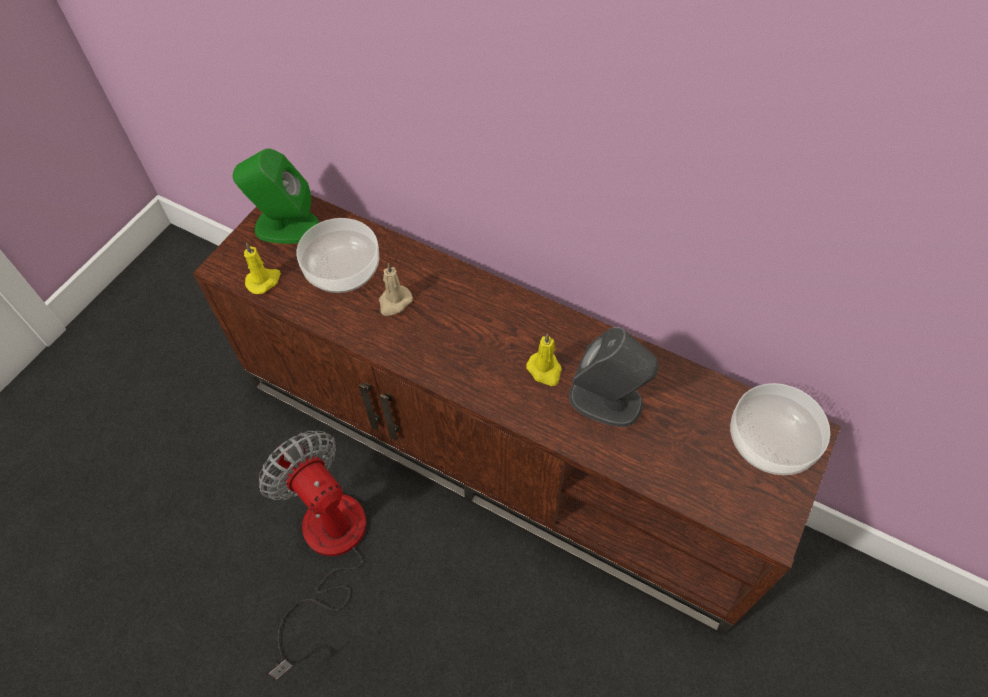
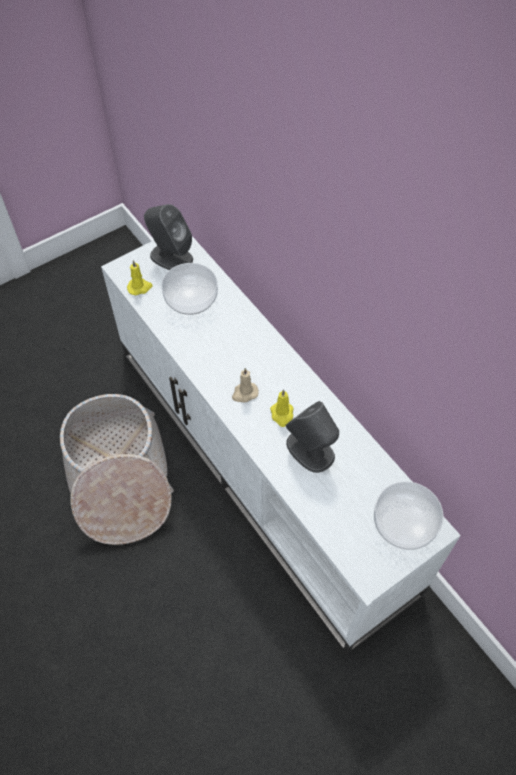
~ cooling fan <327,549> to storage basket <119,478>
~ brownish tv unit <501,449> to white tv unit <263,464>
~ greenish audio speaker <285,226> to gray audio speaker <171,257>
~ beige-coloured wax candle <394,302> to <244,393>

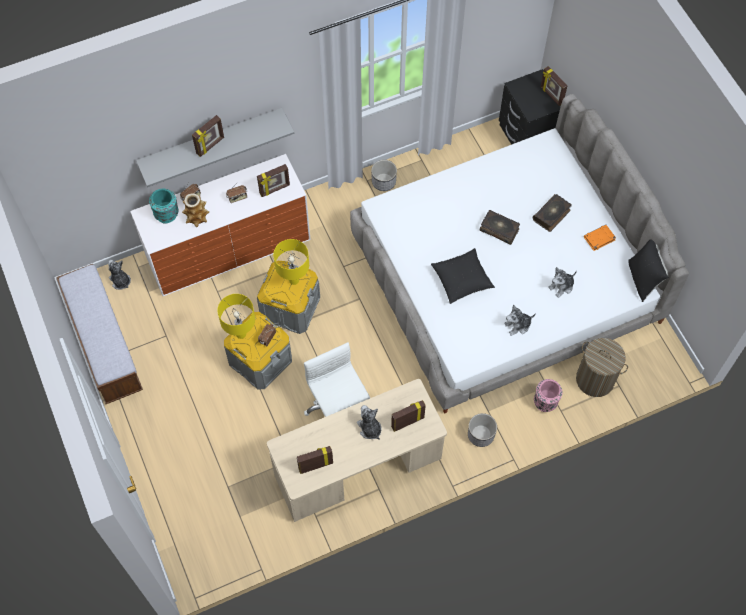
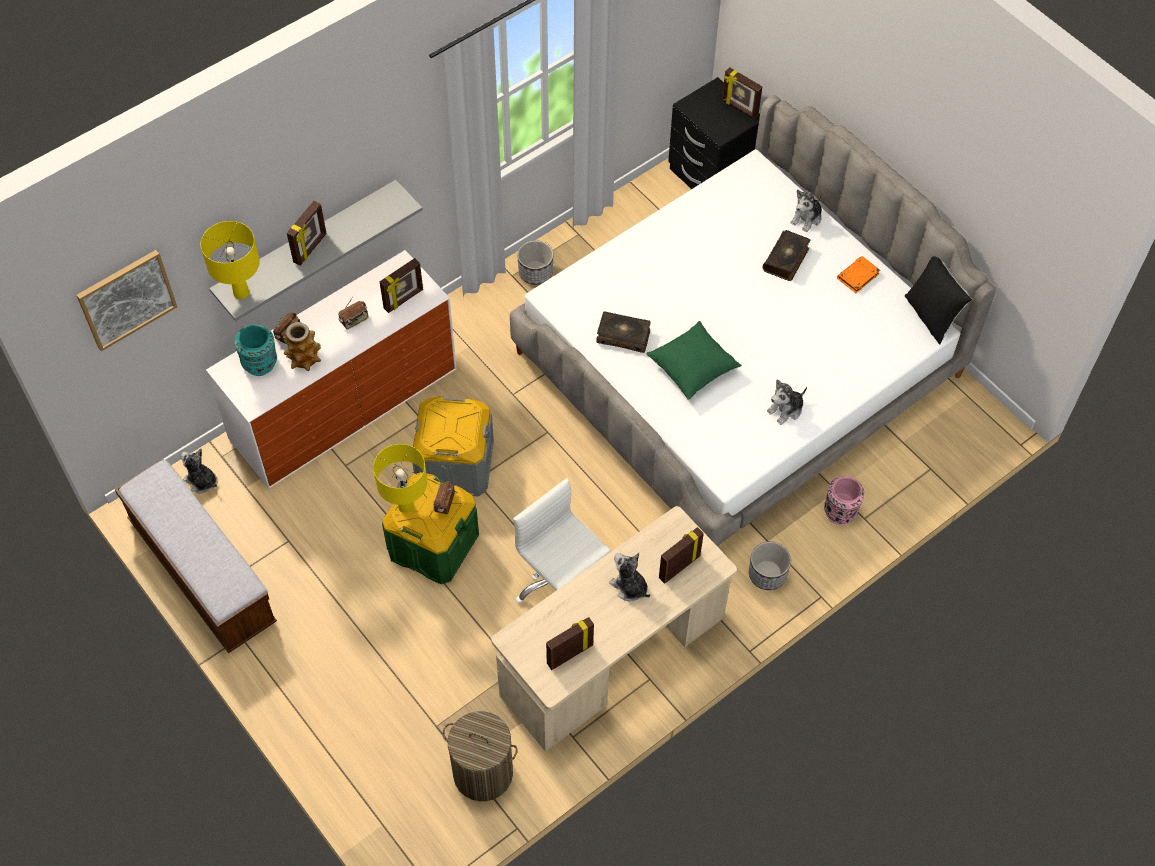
+ wall picture <126,299>
~ yellowish table lamp <293,280> to <241,293>
~ gray storage box <260,361> to greenish storage box <433,545>
~ laundry basket <595,379> to <483,773>
~ book <499,229> to <623,336>
~ black-coloured cushion <462,280> to greenish cushion <692,368>
~ plush toy <561,286> to <807,218>

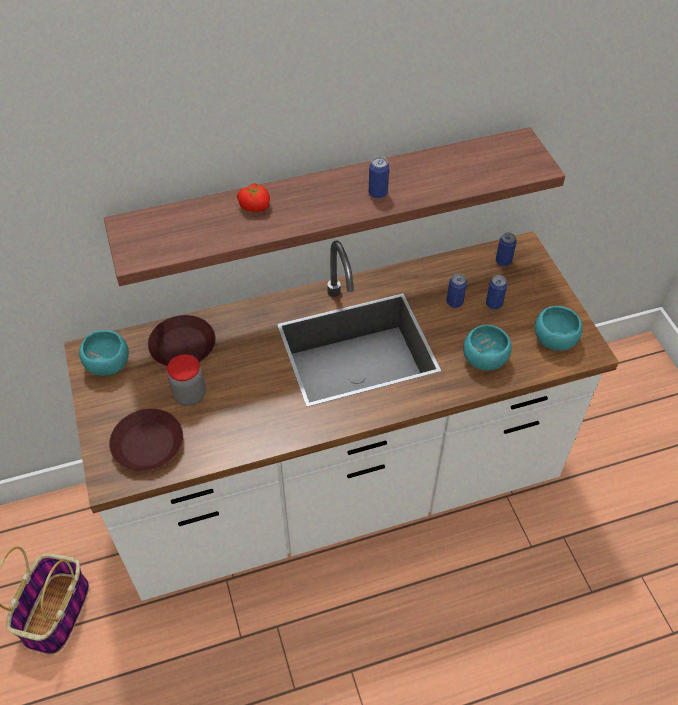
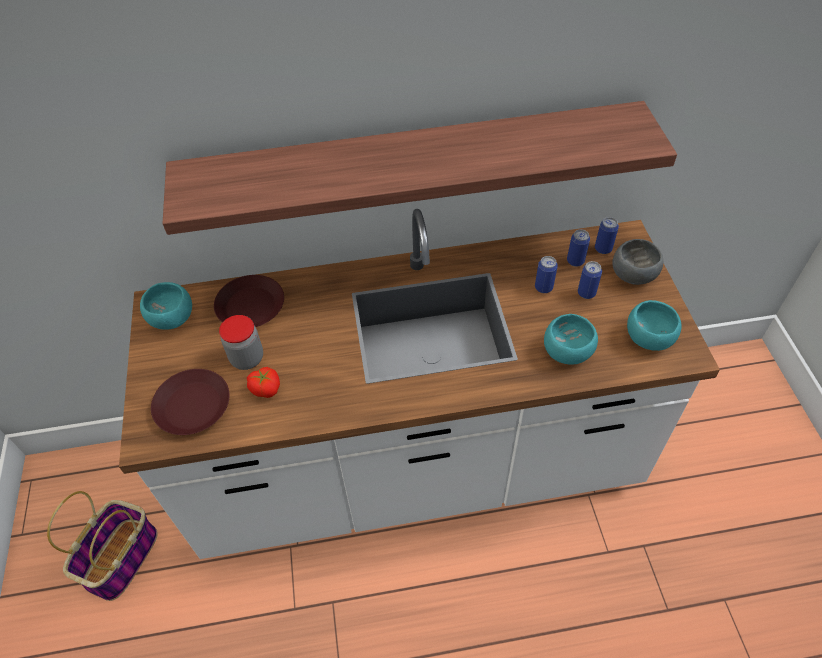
~ tomato <255,205> to <266,387>
~ sealed can <378,193> to <575,261>
+ gray bowl <634,275>

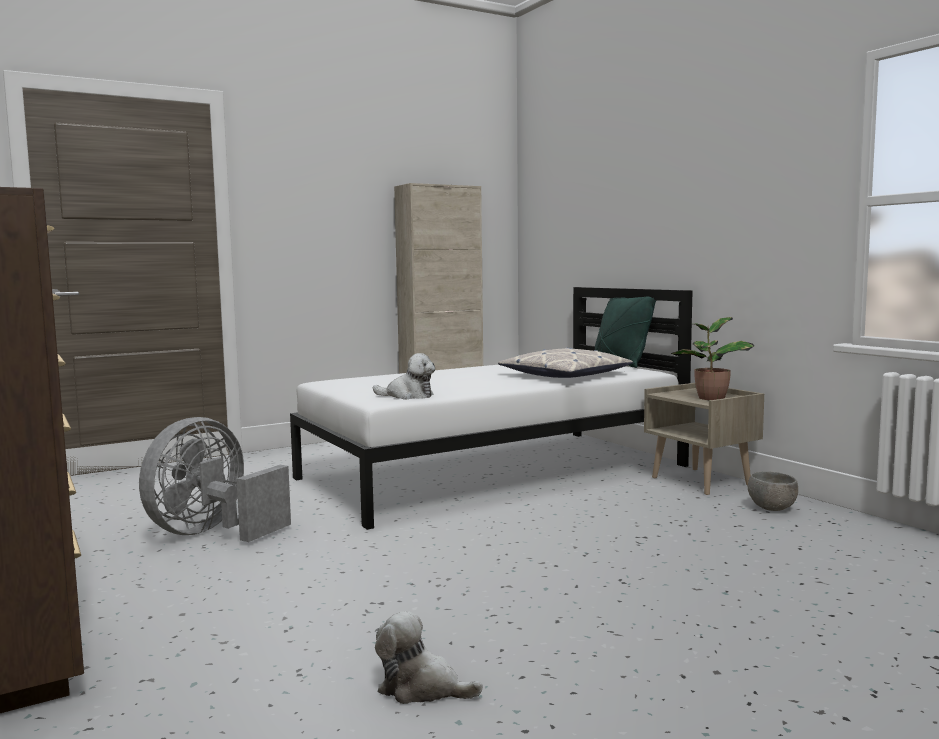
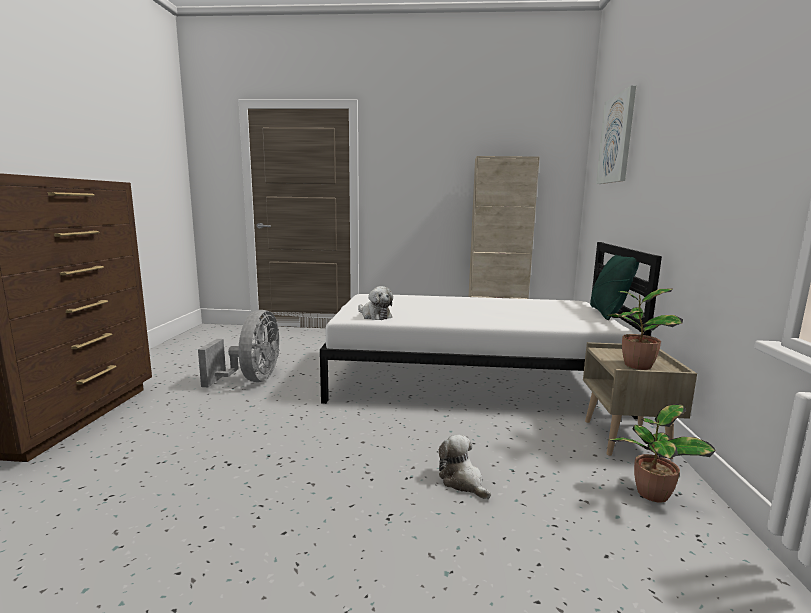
~ gray cooling fan <212,533> = <252,380> 120 degrees clockwise
~ plush toy <421,688> to <462,482>
+ wall picture <616,139>
~ gray bowl <771,509> to houseplant <651,494>
- cushion <565,375>

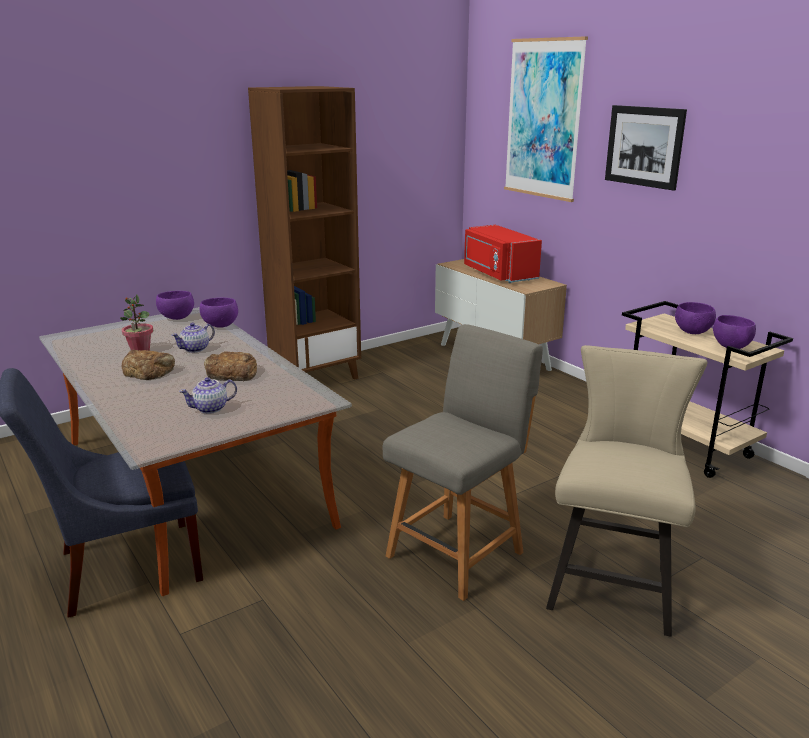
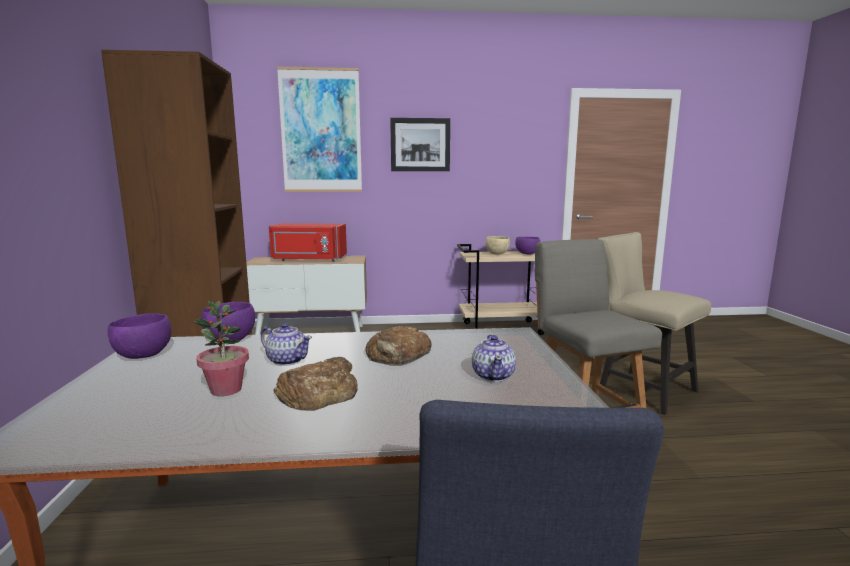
~ teapot <195,349> = <287,360> 45 degrees counterclockwise
~ purple-coloured bowl <692,332> to beige-coloured bowl <497,253>

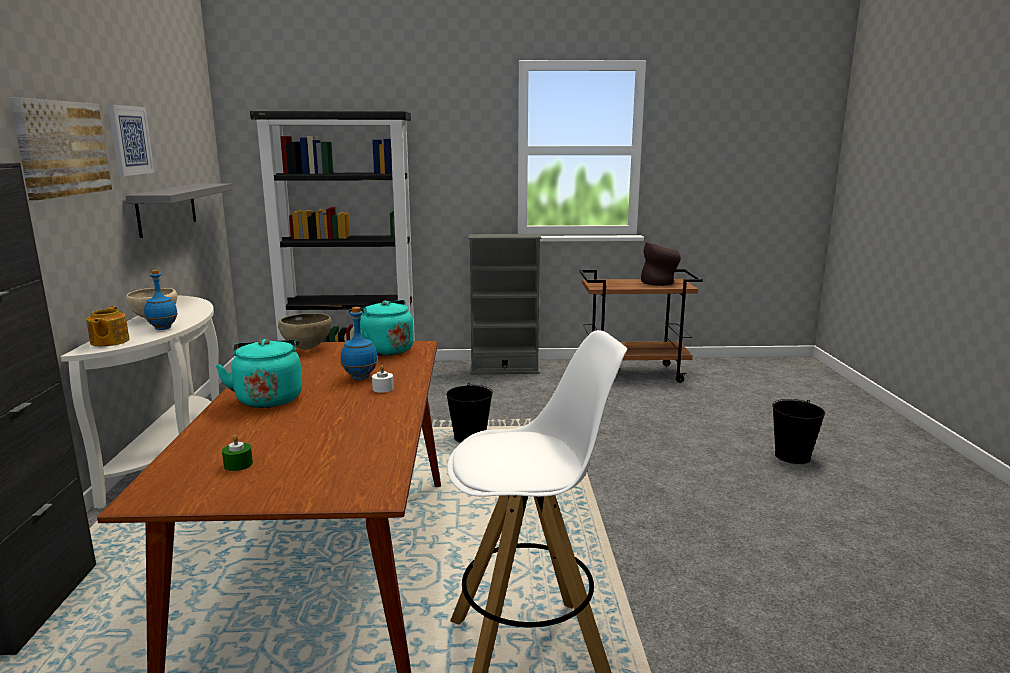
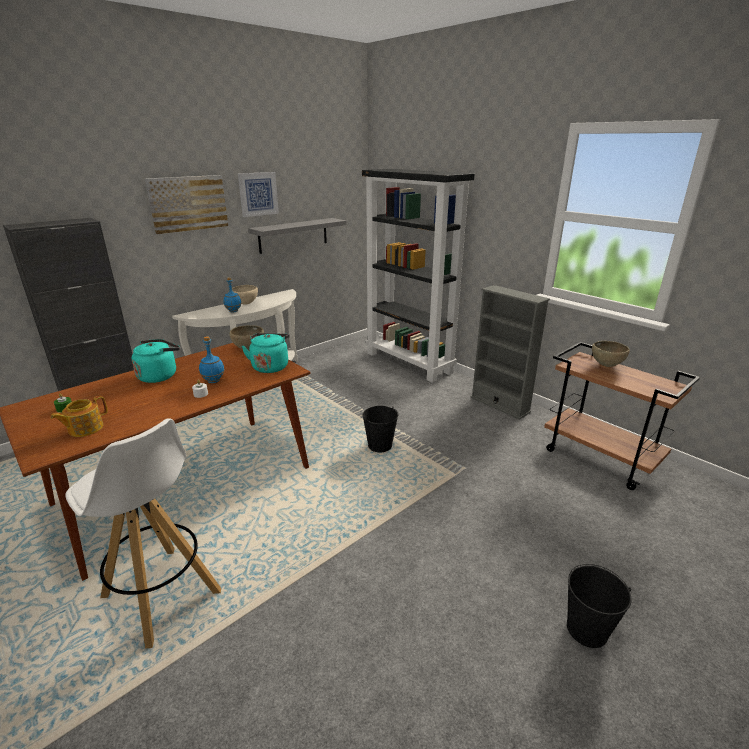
~ teapot <109,342> to <85,428>
+ brownish bowl <606,365>
- brownish vase <660,282>

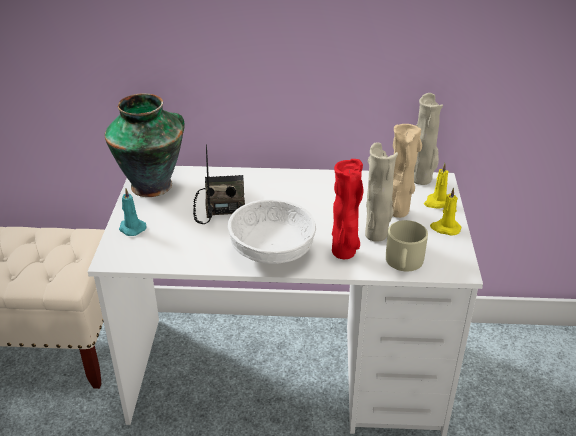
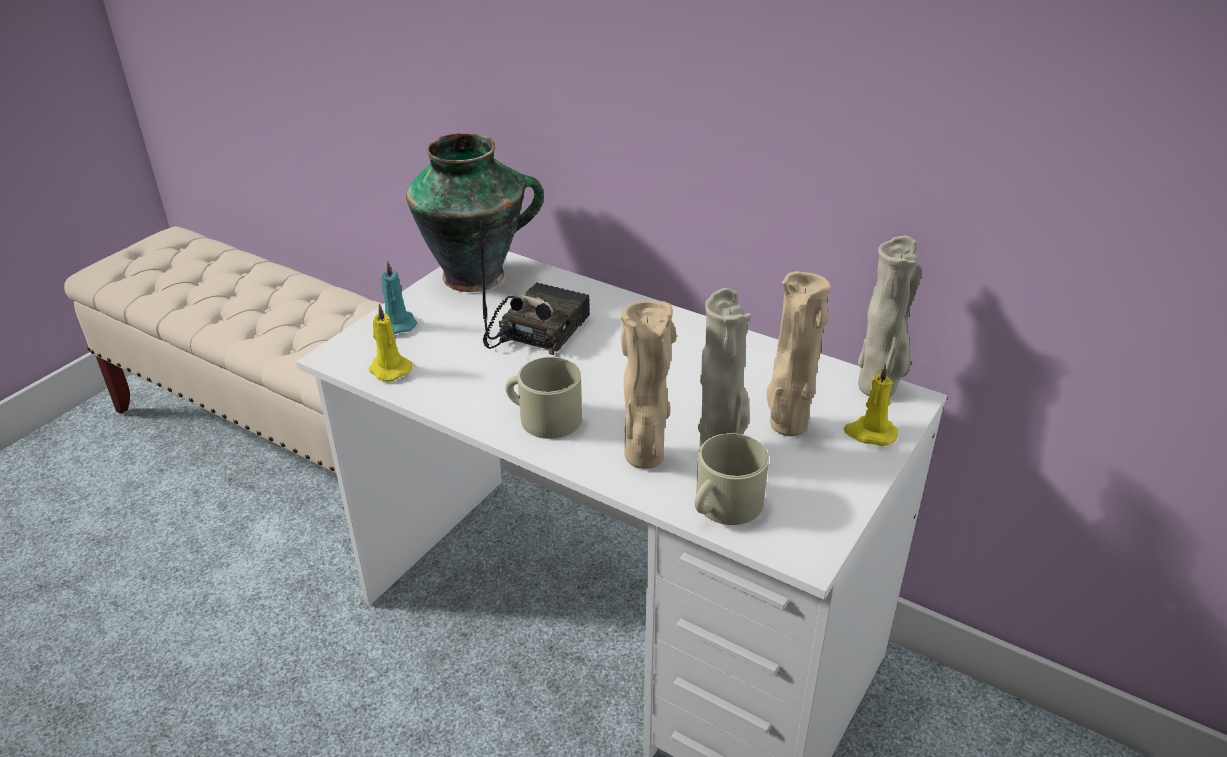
~ yellowish wax candle <445,228> to <389,369>
~ white bowl <271,251> to beige-coloured mug <543,417>
~ red vase <344,253> to beige-coloured vase <645,458>

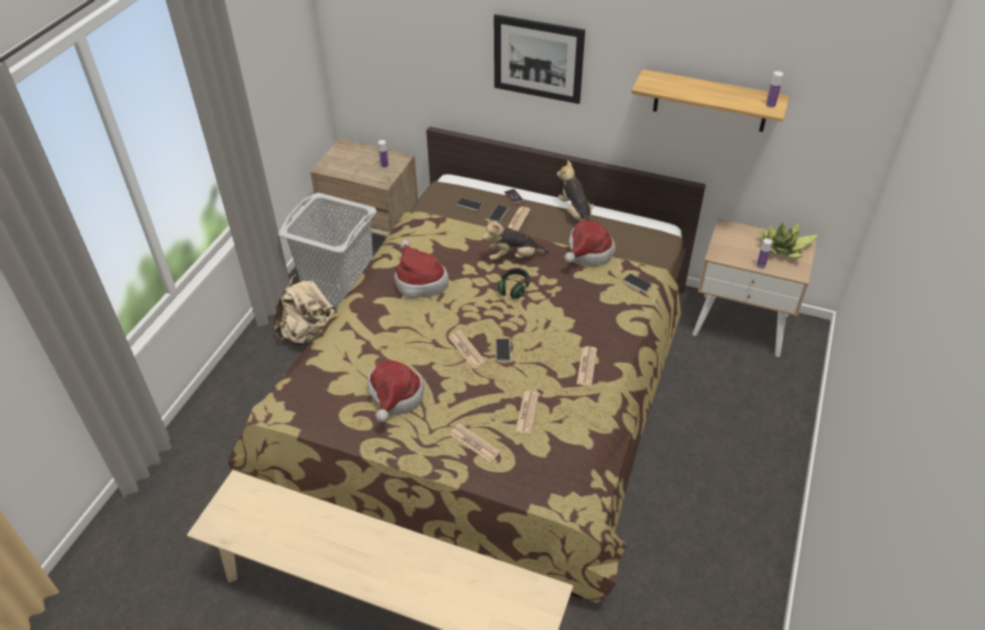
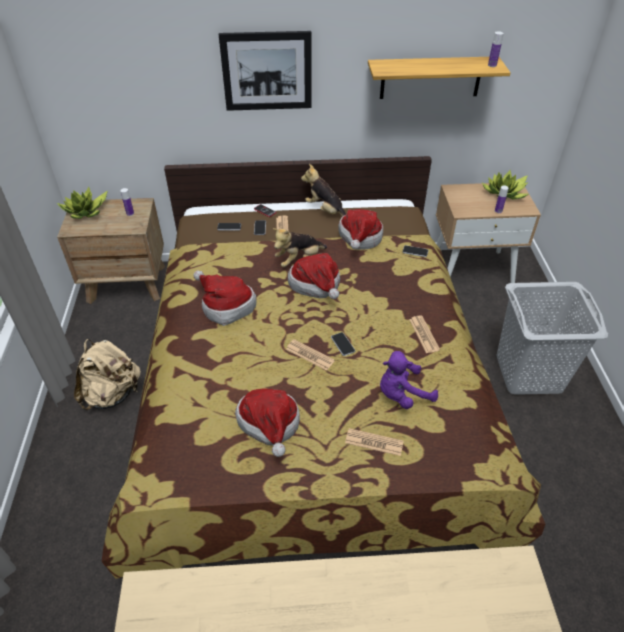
+ houseplant <86,212>
~ black-coloured headset <514,288> to clothing hat <316,286>
~ daily paper <527,412> to purple-coloured plush toy <402,394>
~ gray laundry basket <340,289> to <529,374>

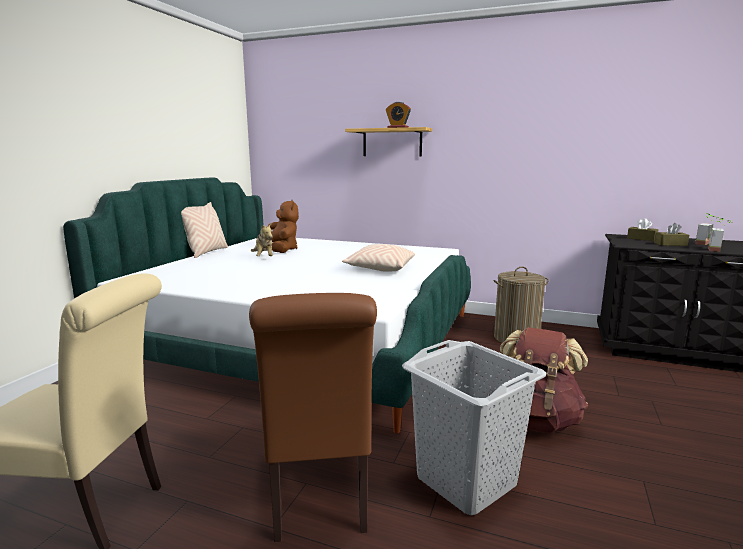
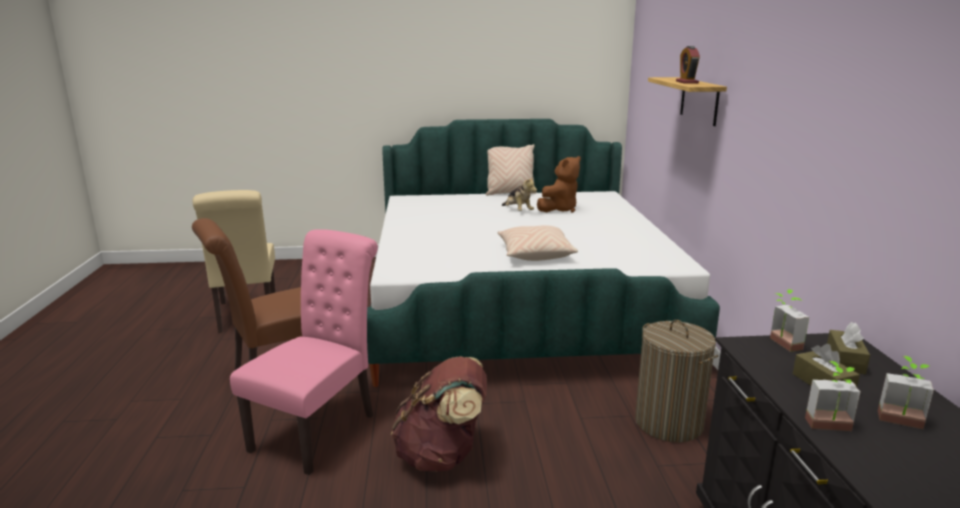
~ gray laundry basket <466,480> to pinkish chair <320,428>
~ plush toy <264,258> = <518,211> 75 degrees counterclockwise
+ houseplant <780,344>

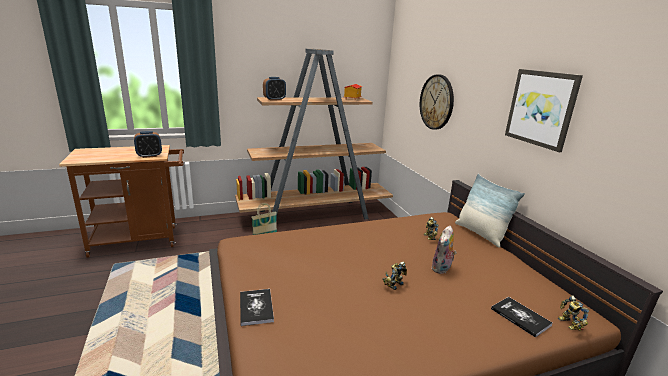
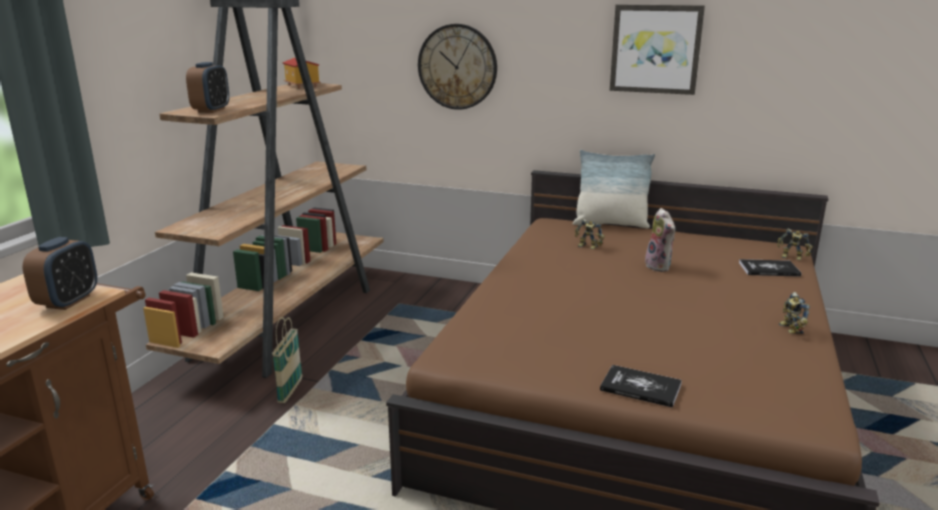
~ model robot <393,284> to <789,329>

